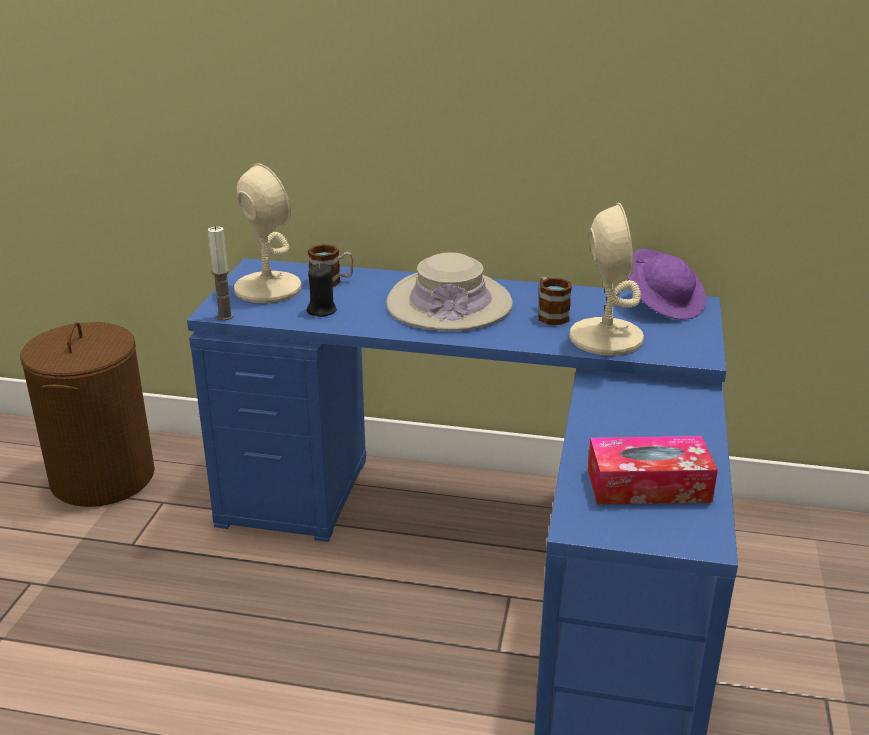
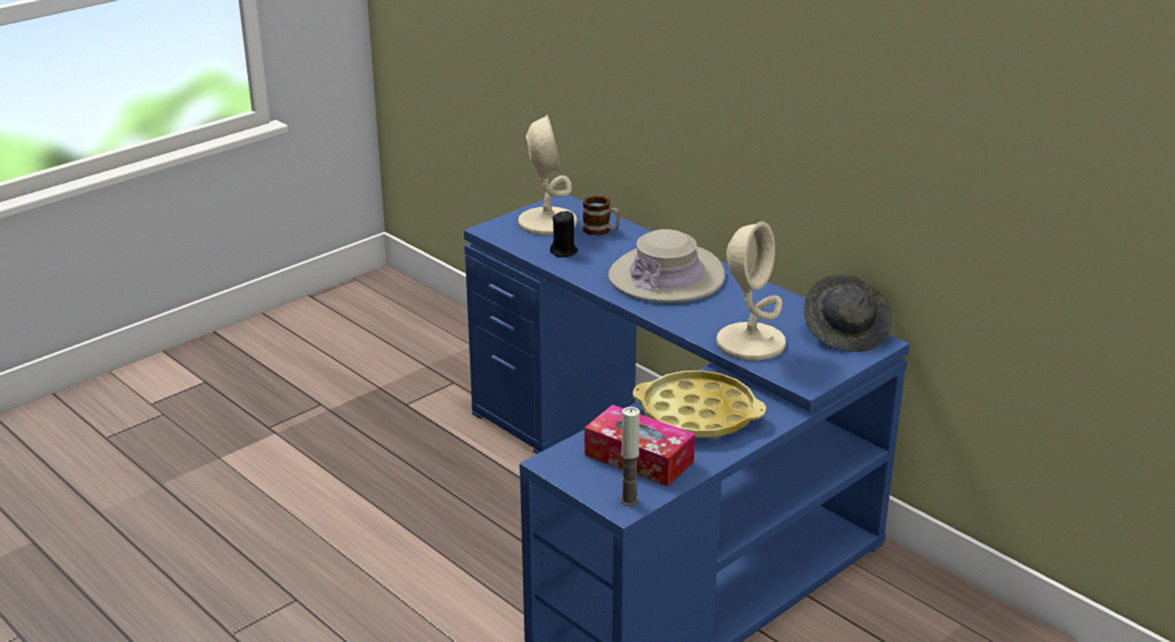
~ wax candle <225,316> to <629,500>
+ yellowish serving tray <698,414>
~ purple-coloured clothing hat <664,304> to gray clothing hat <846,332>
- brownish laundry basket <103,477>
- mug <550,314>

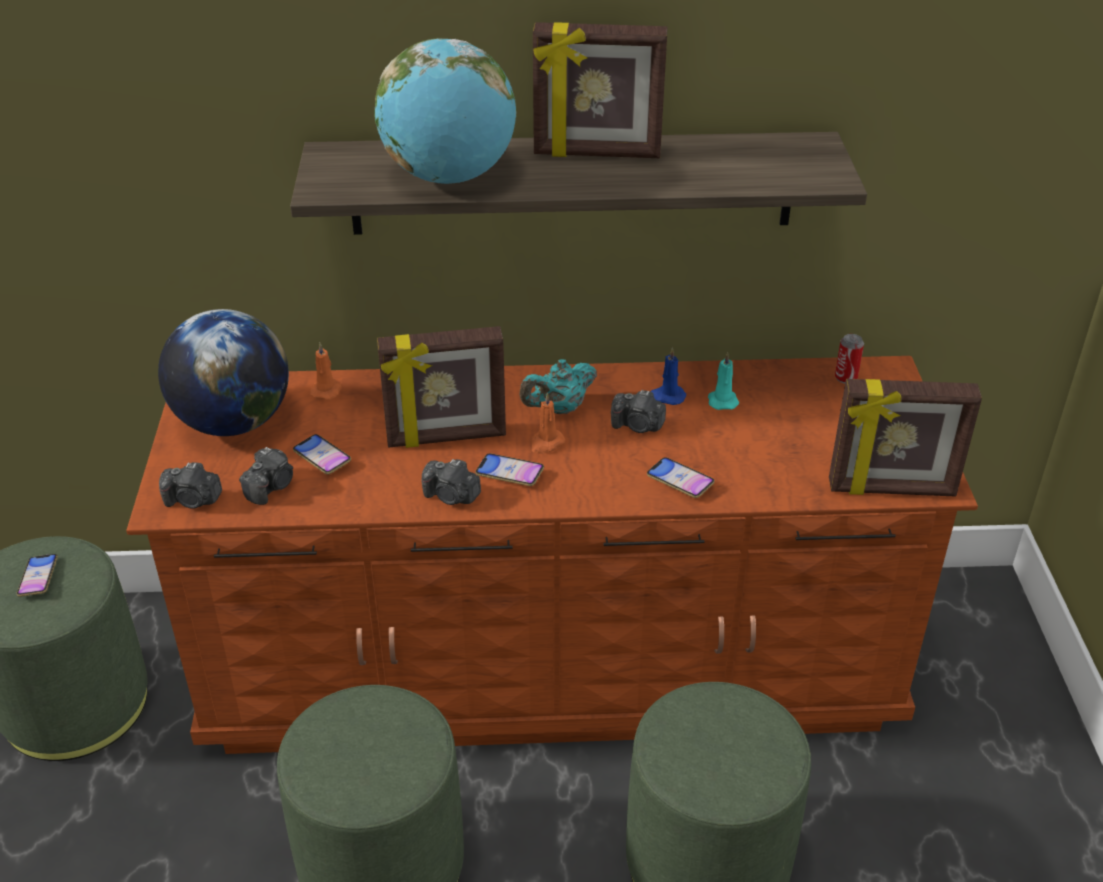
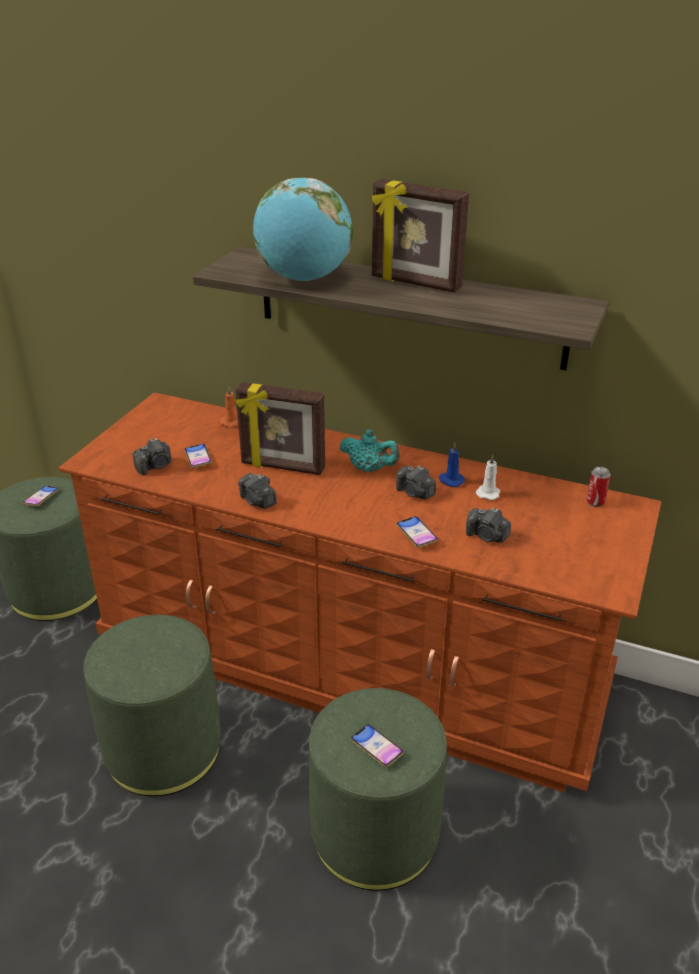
~ turquoise teapot <559,409> = <369,469> 150 degrees counterclockwise
~ handset <509,473> to <376,748>
~ still camera <193,500> to <487,536>
~ turquoise wax candle <722,400> to white wax candle <488,493>
- world globe <233,423>
- orange-coloured wax candle <546,443>
- standing frame <891,490>

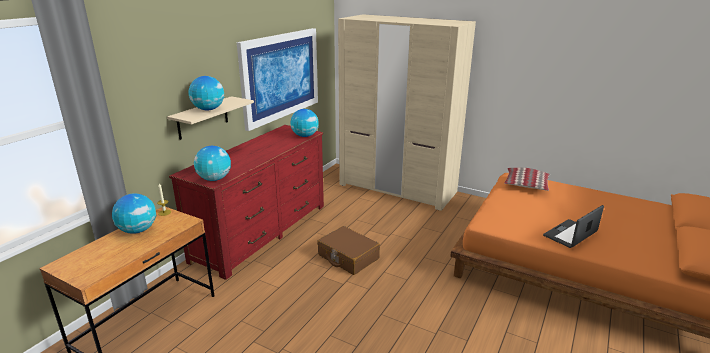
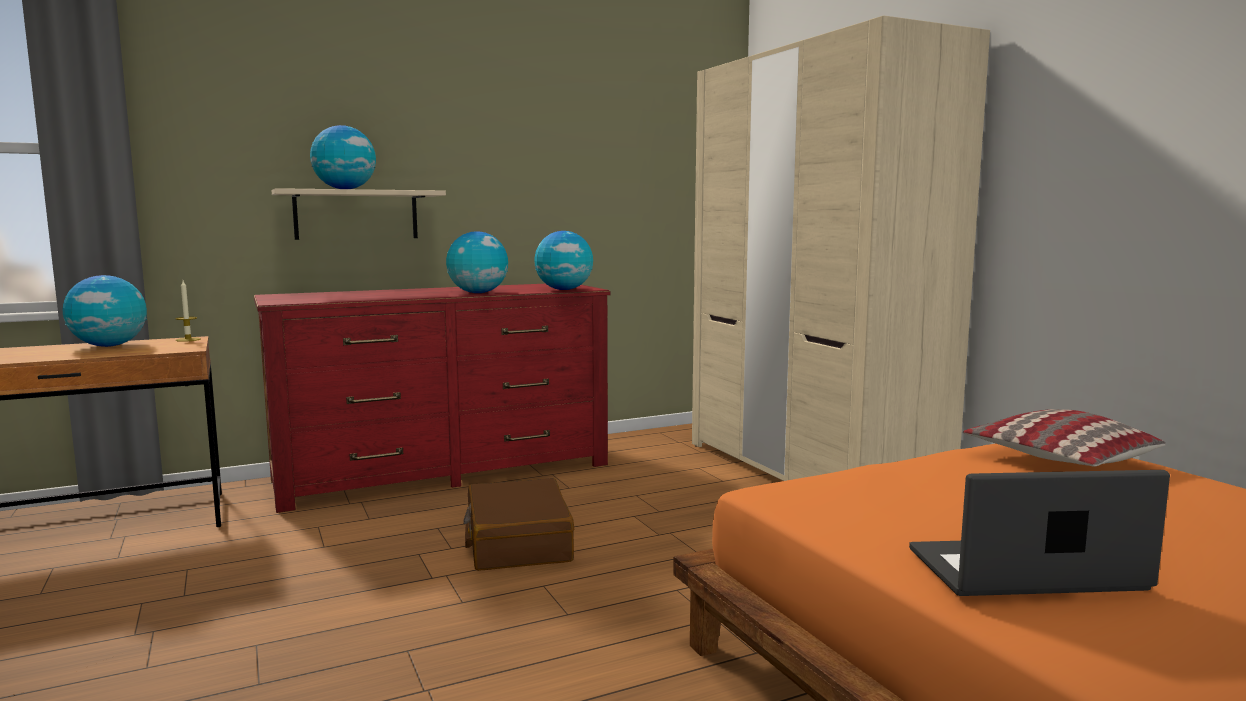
~ world globe <214,179> to <478,293>
- wall picture <280,76>

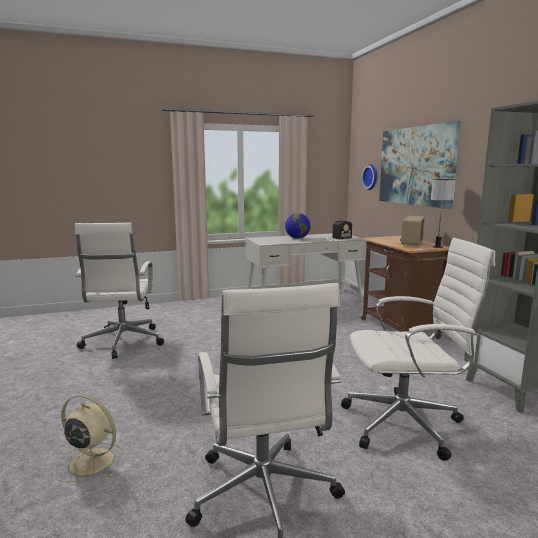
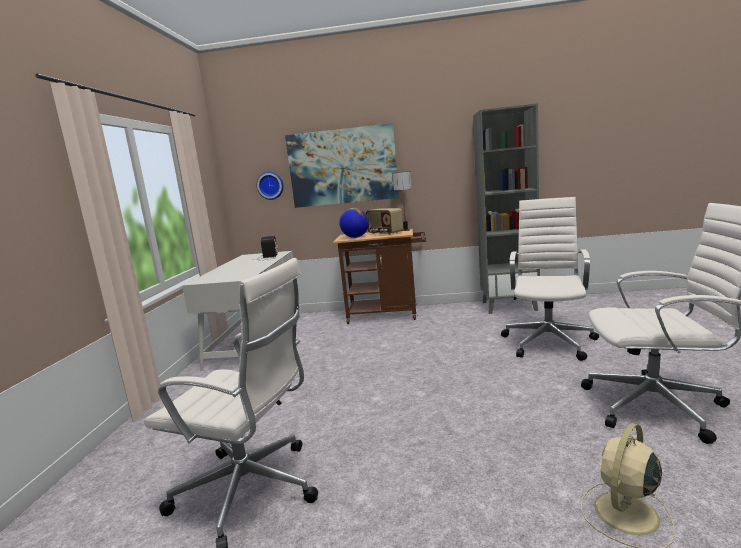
~ world globe <297,238> to <355,237>

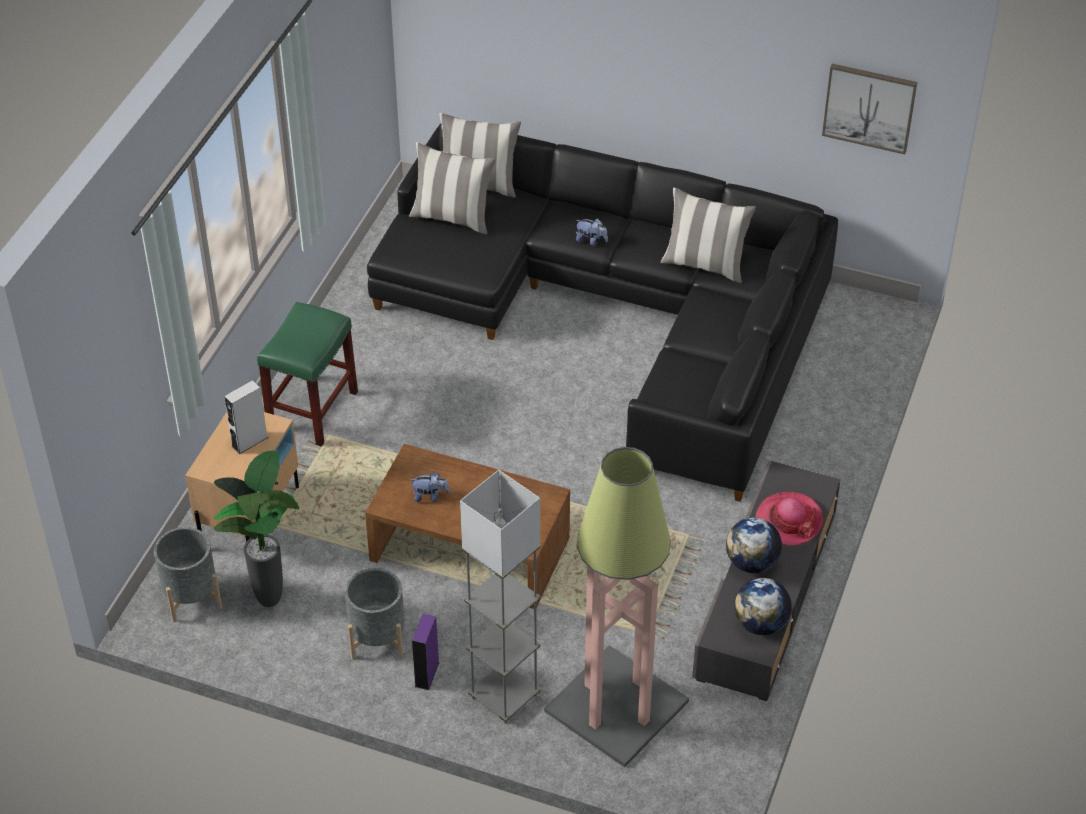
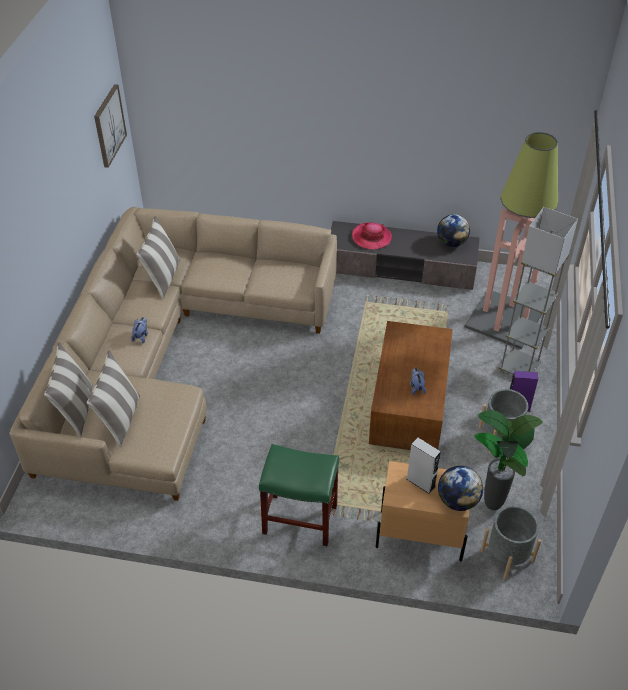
~ black-coloured sofa <618,314> to beige-coloured sofa <170,355>
~ world globe <751,563> to <457,501>

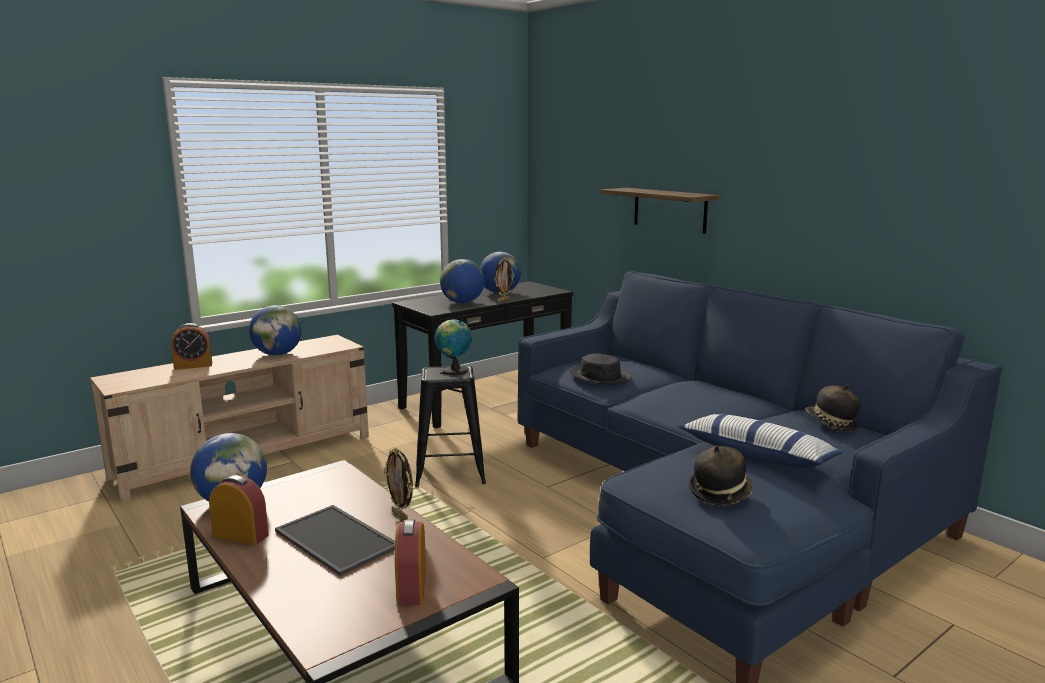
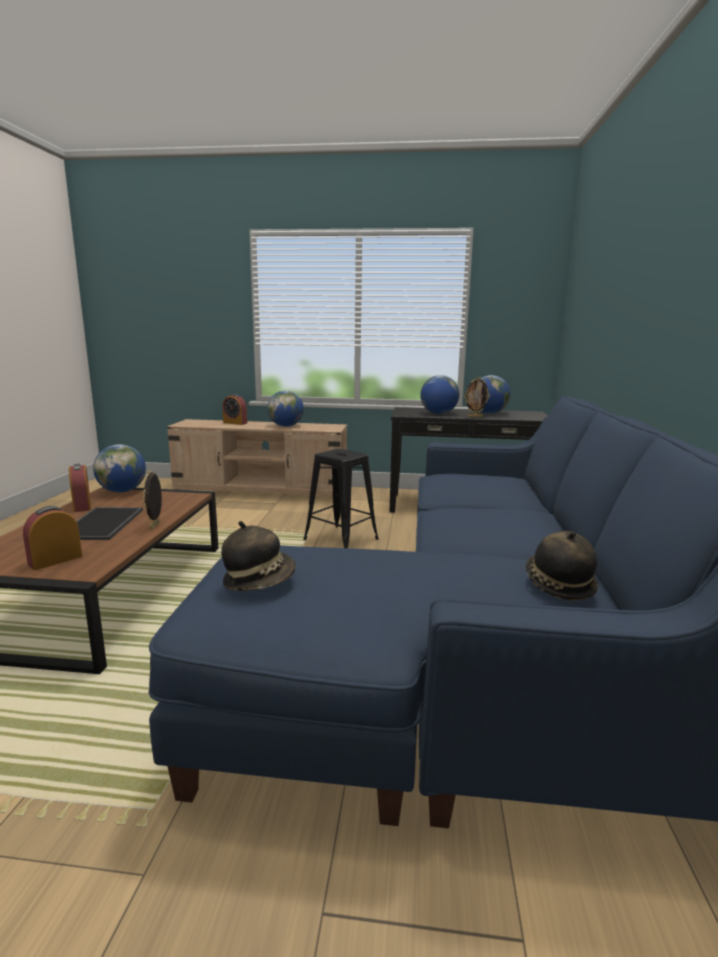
- world globe <453,371>
- black-coloured clothing hat <600,375>
- bracket shelf <669,210>
- cushion <757,455>

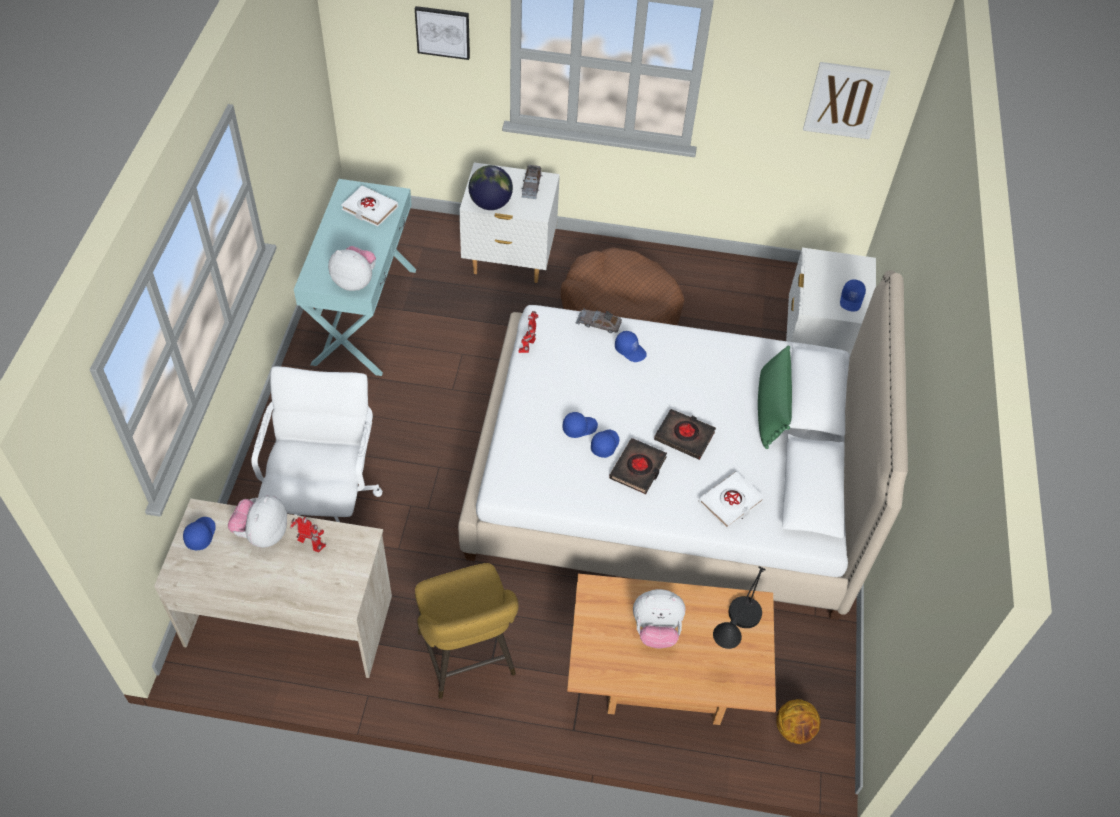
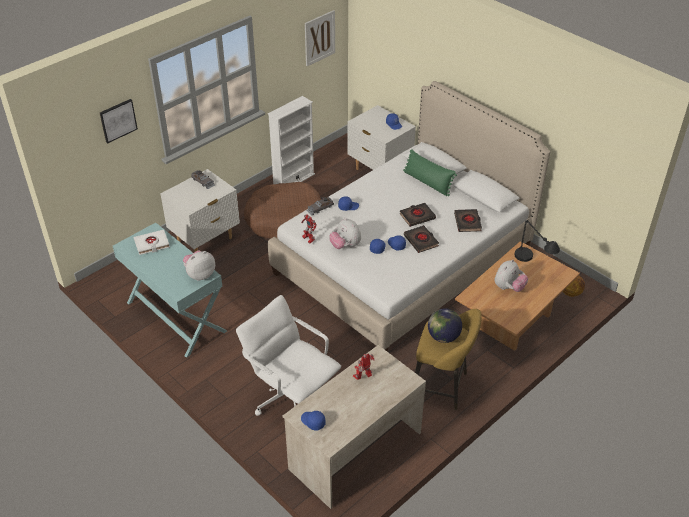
+ white bookcase <293,180>
~ plush toy <262,533> to <345,246>
~ world globe <490,203> to <443,337>
~ white book <730,502> to black-coloured book <467,222>

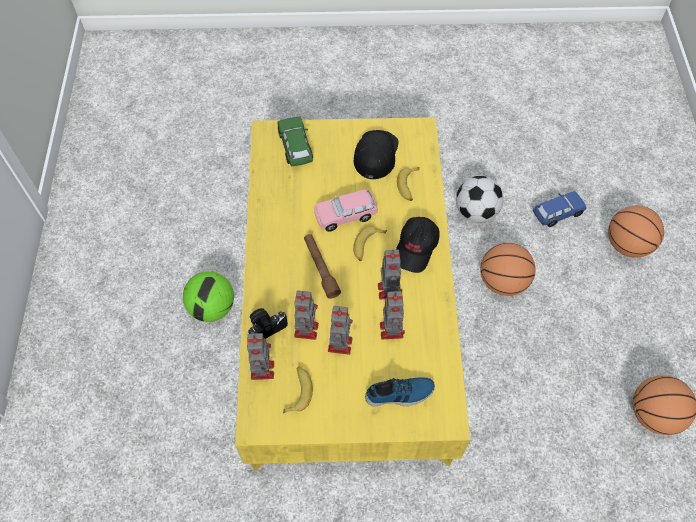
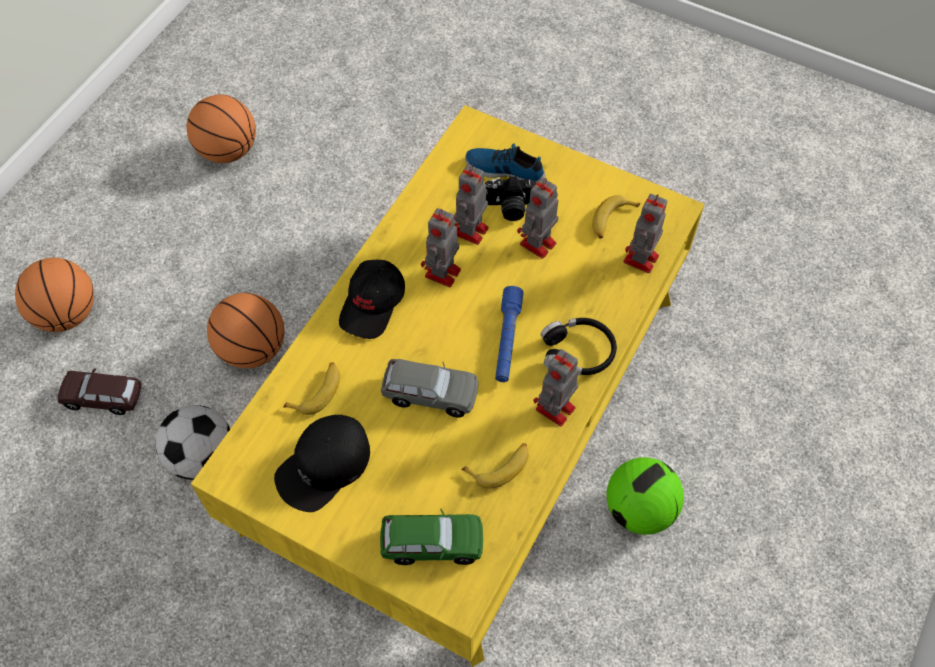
~ blue-coloured miniature car <557,213> to brownish miniature car <103,397>
~ black-coloured peaked cap <416,248> = <373,305> 150 degrees clockwise
~ greenish miniature car <295,147> = <432,543> 105 degrees counterclockwise
~ pinkish miniature car <345,215> to gray miniature car <430,393>
~ whole banana <367,245> to <500,466>
~ still camera <266,326> to <509,207>
~ brownish flashlight <320,268> to blue-coloured flashlight <507,339>
~ model robot <306,328> to <554,410>
+ black-coloured headset <578,352>

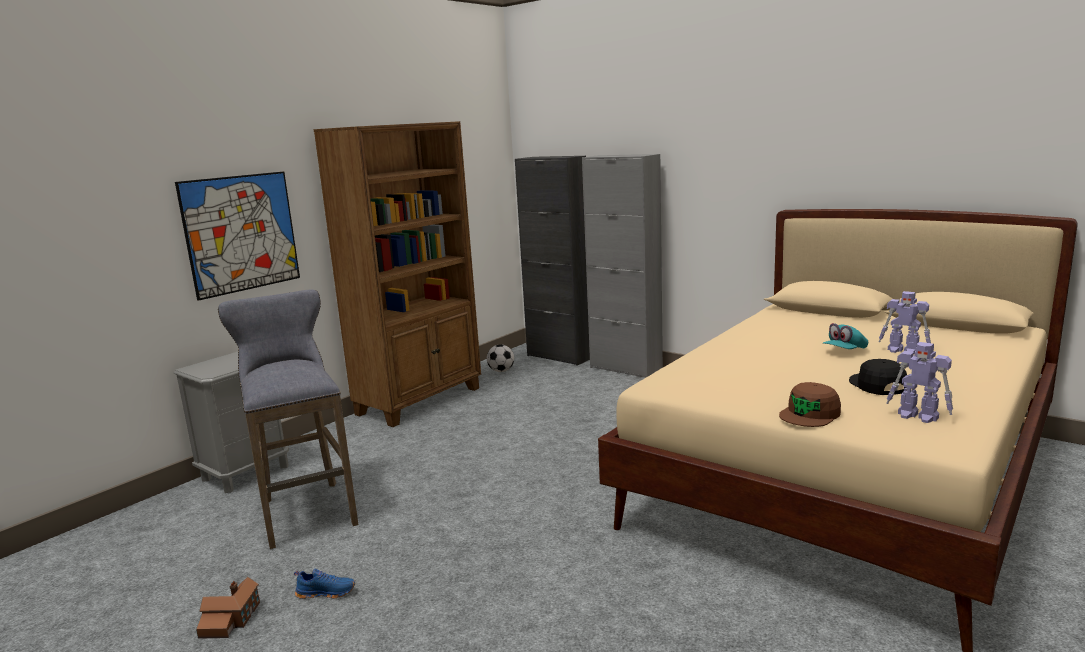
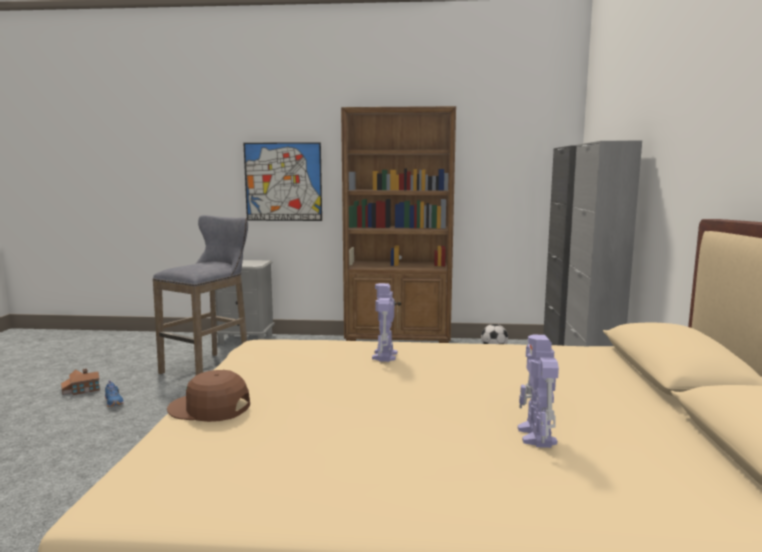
~ model robot <919,416> to <384,356>
- turquoise peaked cap <844,351>
- black-coloured peaked cap <877,385>

